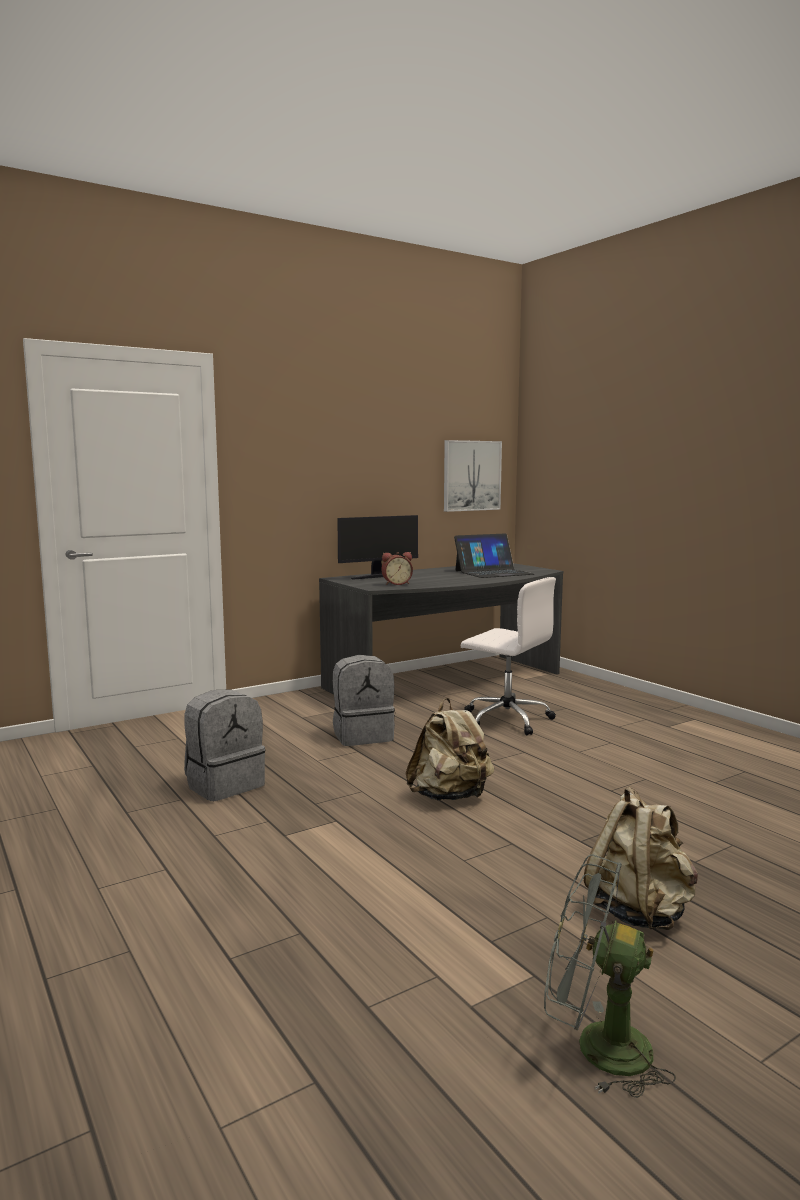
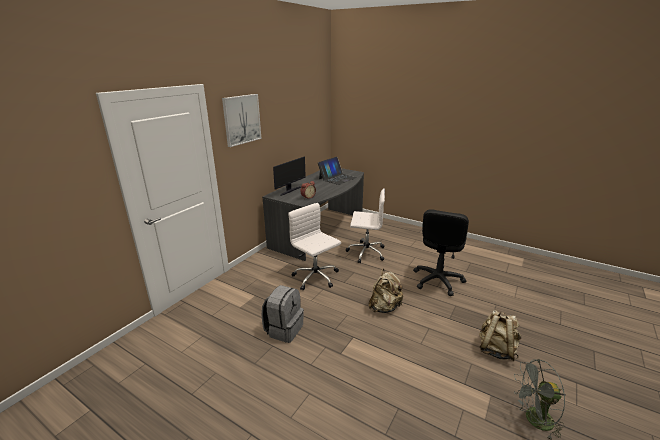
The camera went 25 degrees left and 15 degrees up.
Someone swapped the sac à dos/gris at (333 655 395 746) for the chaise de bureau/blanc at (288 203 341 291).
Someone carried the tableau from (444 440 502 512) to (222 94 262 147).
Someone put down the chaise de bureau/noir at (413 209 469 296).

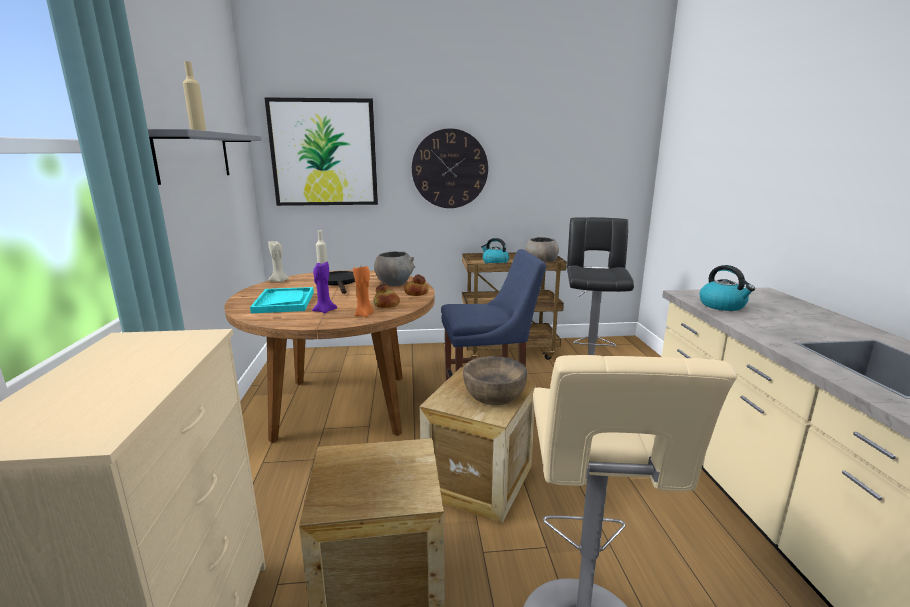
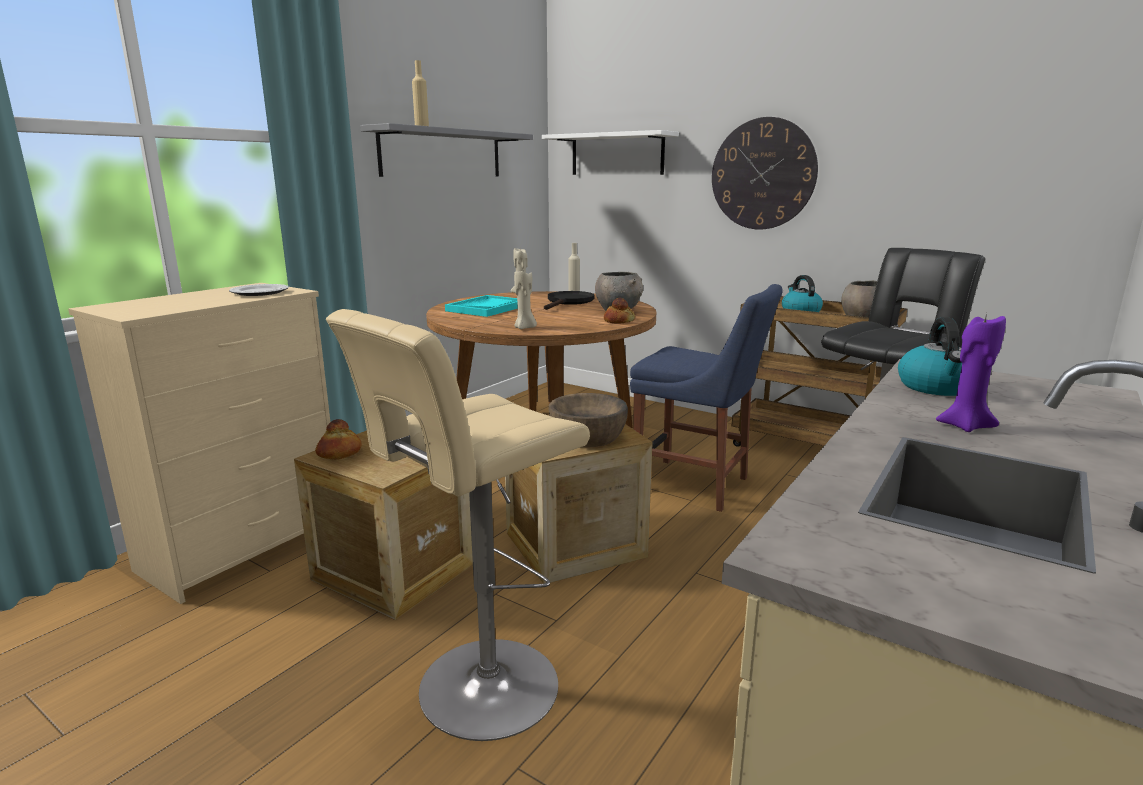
The camera went 40 degrees right and 0 degrees up.
Someone swapped the tableau at (265 97 378 206) for the étagère/blanc at (542 130 679 175).
Someone carried the bougie/violet from (312 262 337 313) to (936 313 1006 432).
Someone repainted the bougie/orange at (353 266 374 317), which became the bougie/beige at (514 271 537 329).
Someone carried the pain from (373 283 400 308) to (315 419 361 459).
Someone put down the assiette at (229 284 289 296).

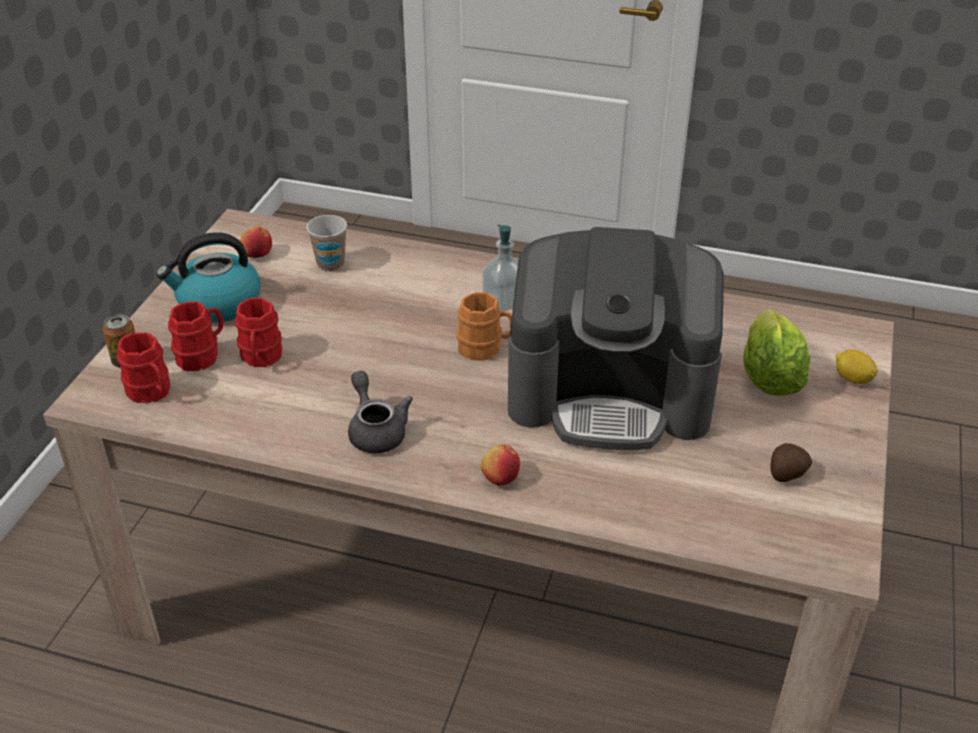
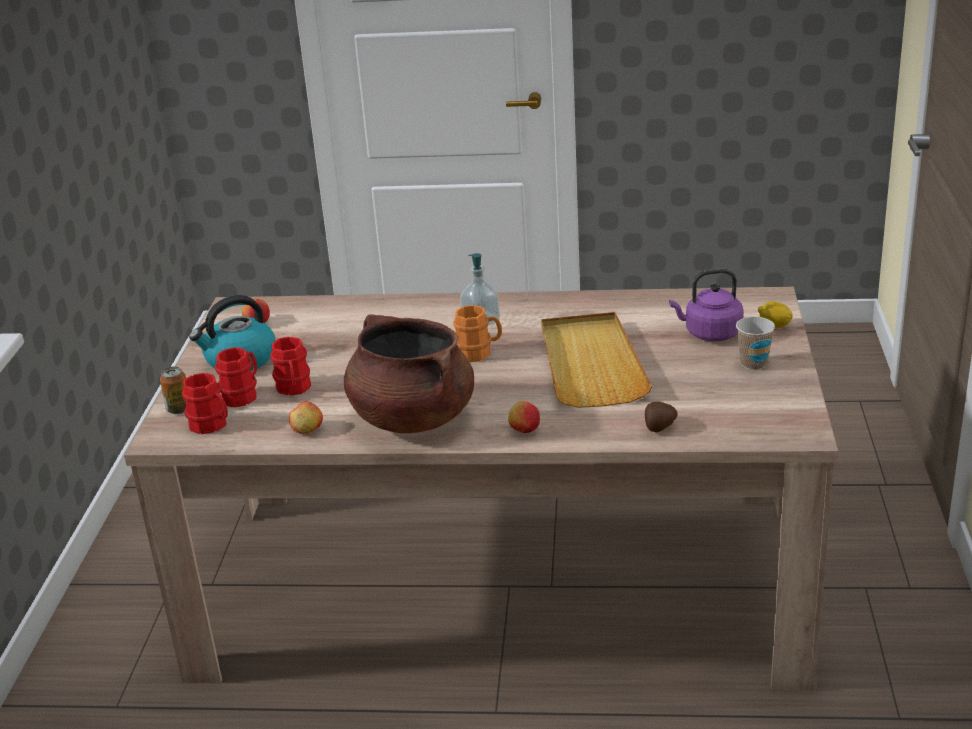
The camera went 10 degrees left and 10 degrees down.
Someone carried the tasse from (306 215 347 272) to (736 317 775 370).
Someone swapped the théière/gris at (348 371 413 453) for the marmite/marron at (344 314 474 433).
Someone swapped the machine à café at (508 227 724 450) for the plateau/beige at (541 312 652 408).
Someone swapped the laitue at (743 309 811 396) for the bouilloire/violet at (669 269 743 341).
Someone carried the pomme de terre from (771 443 812 482) to (645 401 677 433).
Someone put down the pomme at (289 401 323 434).

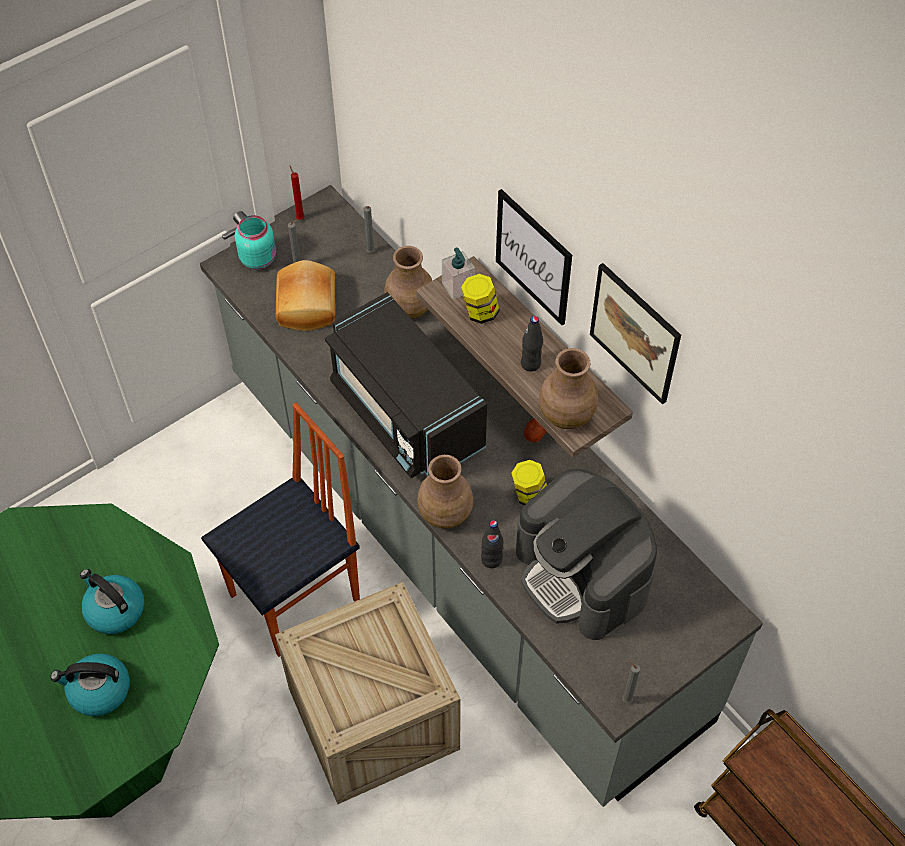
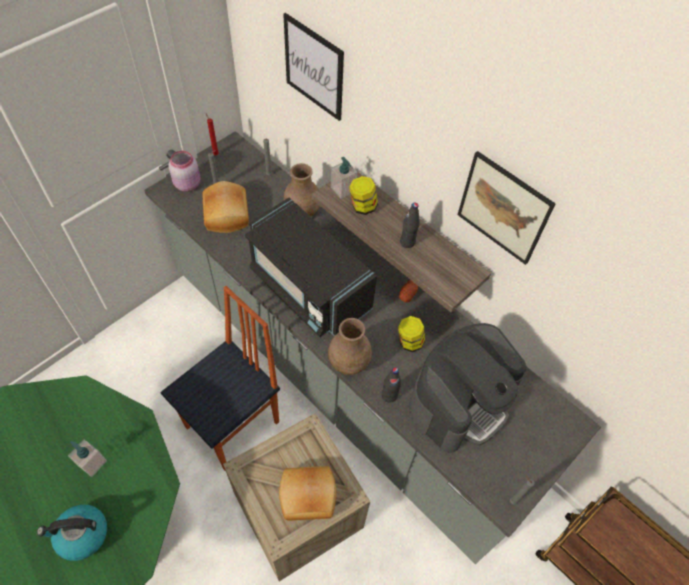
The camera went 10 degrees left and 0 degrees up.
Someone swapped the bouilloire at (80 569 144 634) for the distributeur de savon at (68 439 107 477).
Someone repainted the bocal/turquoise at (235 215 276 270), which became the bocal/rose at (168 151 200 192).
Someone carried the tableau from (496 189 572 325) to (283 13 344 121).
Someone rotated the machine à café at (516 469 657 640) by 90 degrees counterclockwise.
Someone took away the vase/marron at (539 348 598 429).
Someone put down the pain at (279 466 336 521).

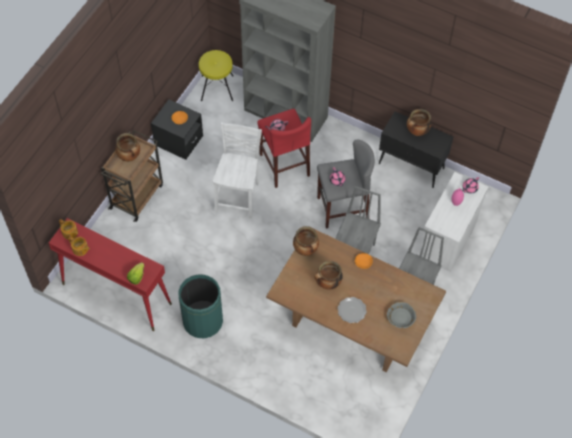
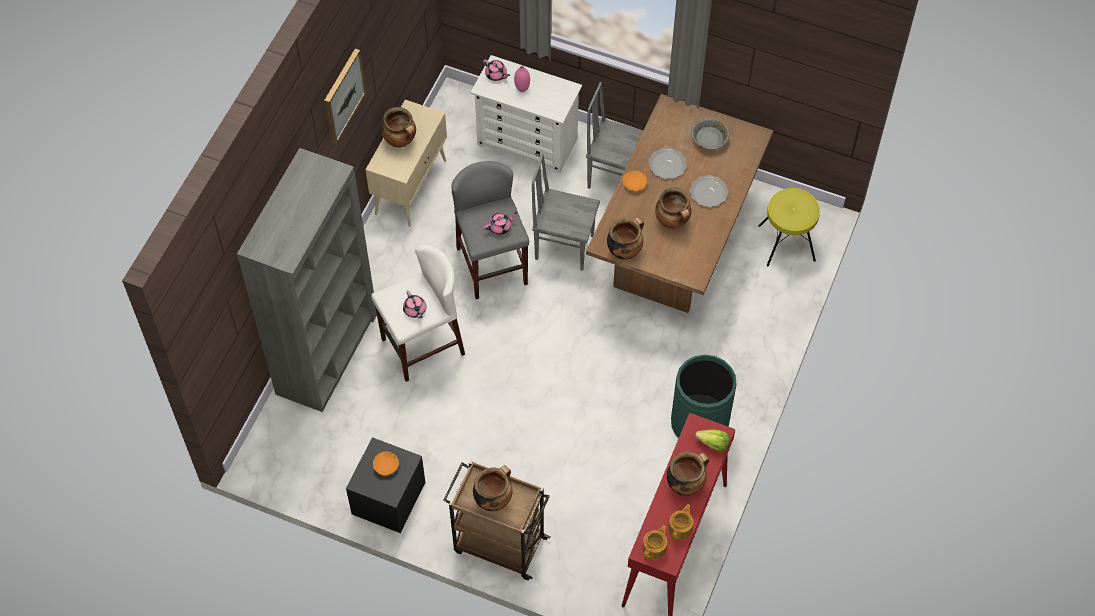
The camera went 95 degrees left and 0 degrees up.
Someone carried the tabouret/jaune from (199 50 233 101) to (758 188 820 266).
Someone took away the chaise/blanc at (213 122 262 219).
Someone repainted the tabouret/rouge at (257 109 311 188), which became the tabouret/blanc at (371 244 465 382).
Someone repainted the meuble de rangement/noir at (379 111 453 188), which became the meuble de rangement/beige at (365 100 447 227).
Someone put up the tableau at (324 49 366 144).
Someone put down the assiette at (649 148 687 179).
Someone put down the marmite at (667 452 709 496).

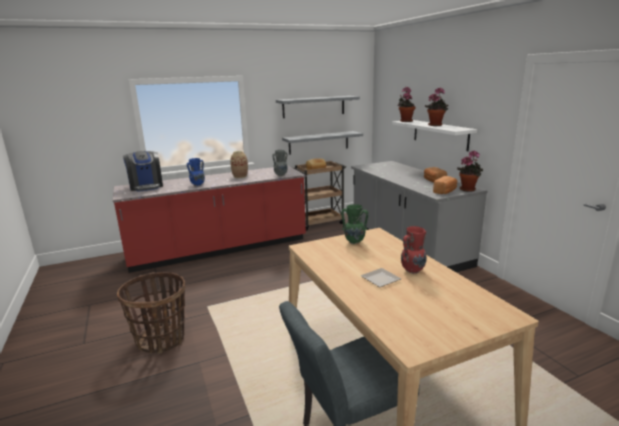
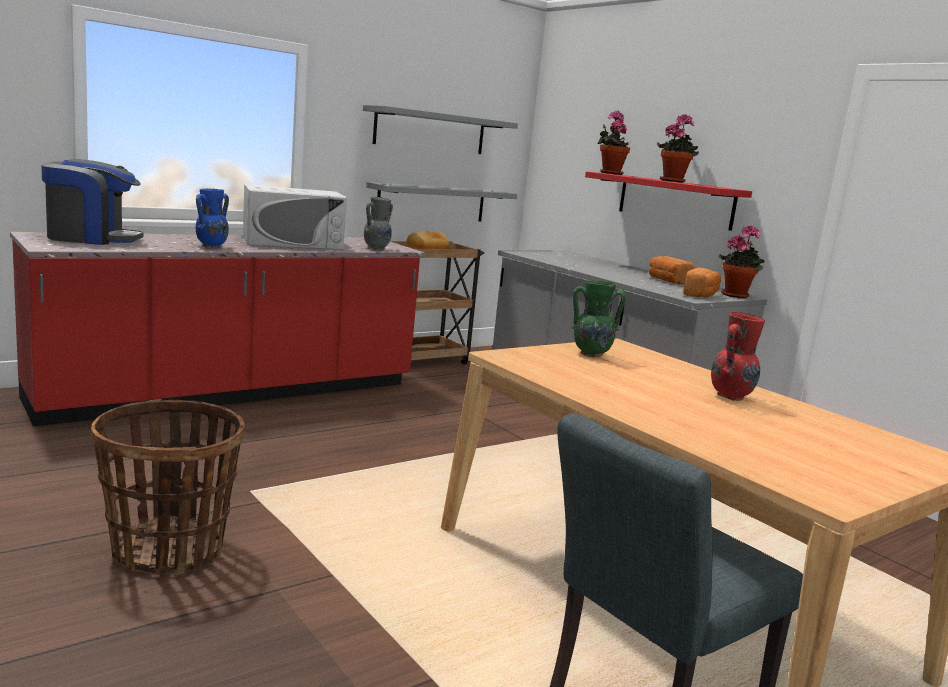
The camera went 15 degrees left and 5 degrees down.
Someone rotated the machine à café at (123 151 163 192) by 60 degrees counterclockwise.
Someone swapped the vase at (230 151 248 178) for the micro-ondes/blanc at (243 184 347 250).
Someone took away the assiette at (361 268 401 287).
Someone repainted the étagère/blanc at (392 120 477 151), which became the étagère/rouge at (585 171 752 231).

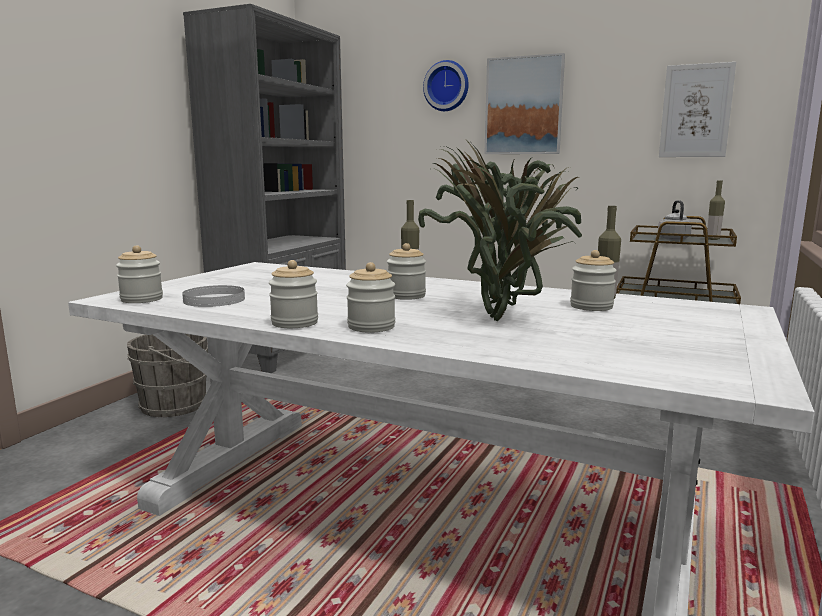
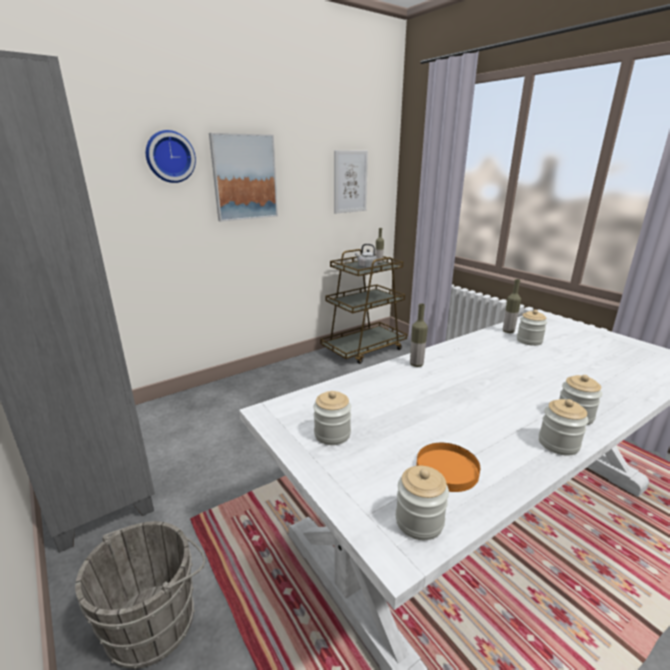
The camera went 60 degrees left and 10 degrees up.
Someone repainted the assiette/blanc at (182 285 245 307), which became the assiette/orange at (416 443 480 492).
Someone carried the bocal from (387 243 426 300) to (313 391 351 445).
Someone took away the plante en pot at (418 141 582 321).

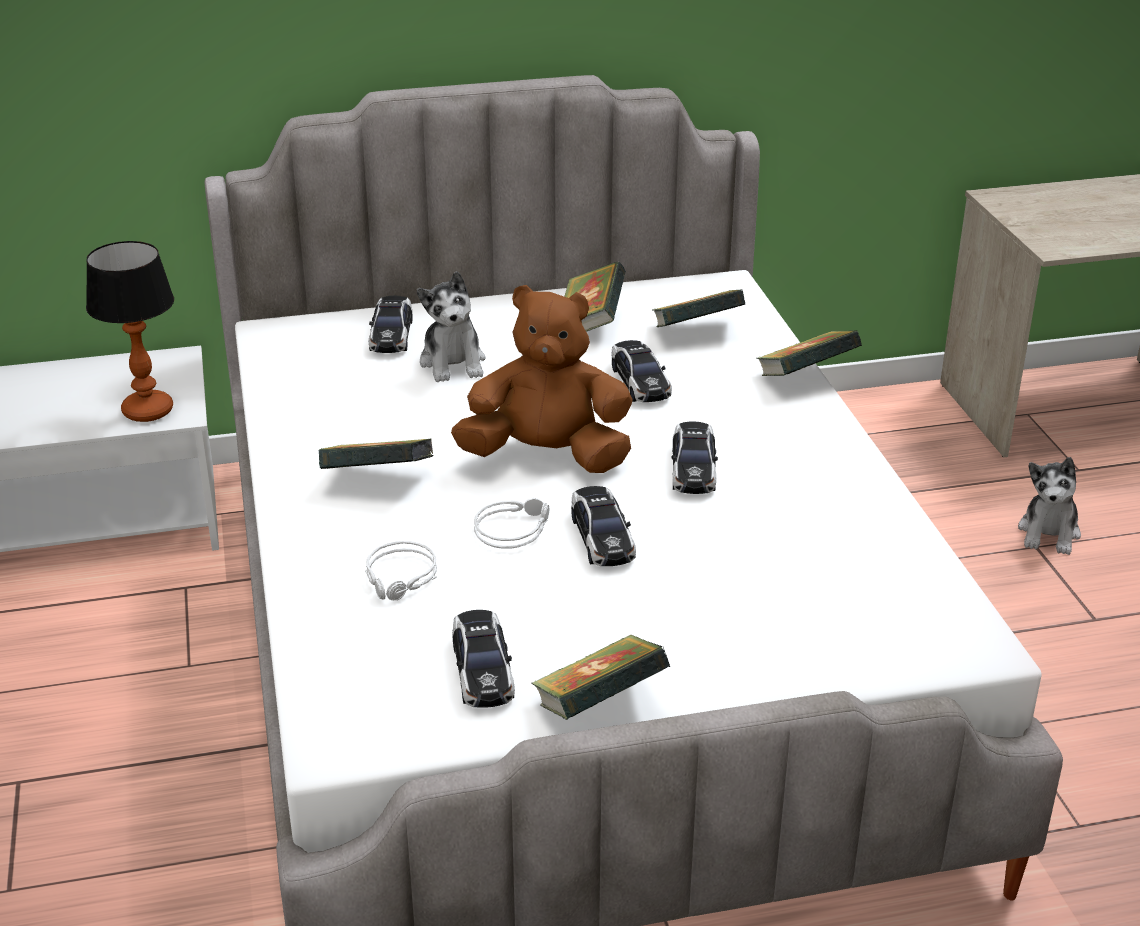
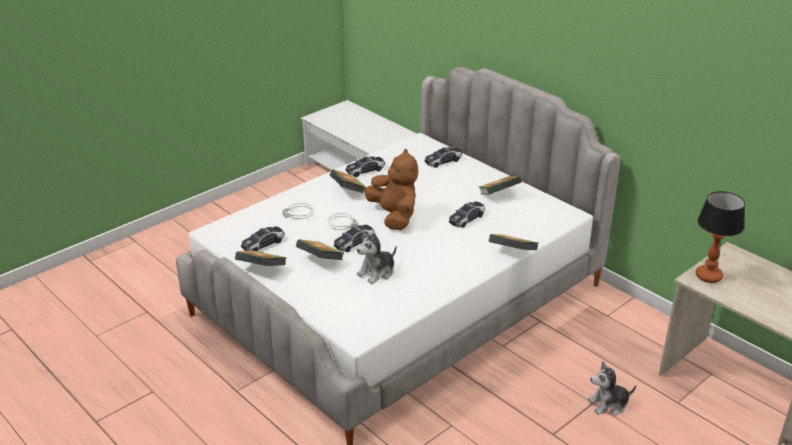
The camera went 60 degrees right and 0 degrees up.
Someone carried the lampe de table from (86 241 174 422) to (696 191 745 283).
Someone carried the peluche from (417 271 486 382) to (357 231 396 284).
Someone carried the livre from (652 290 745 327) to (296 239 344 260).
Someone carried the petite voiture from (671 421 718 494) to (346 156 385 177).

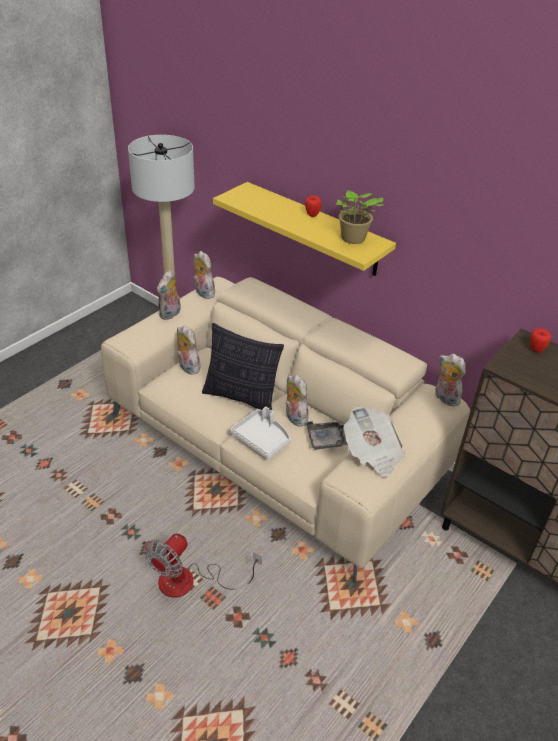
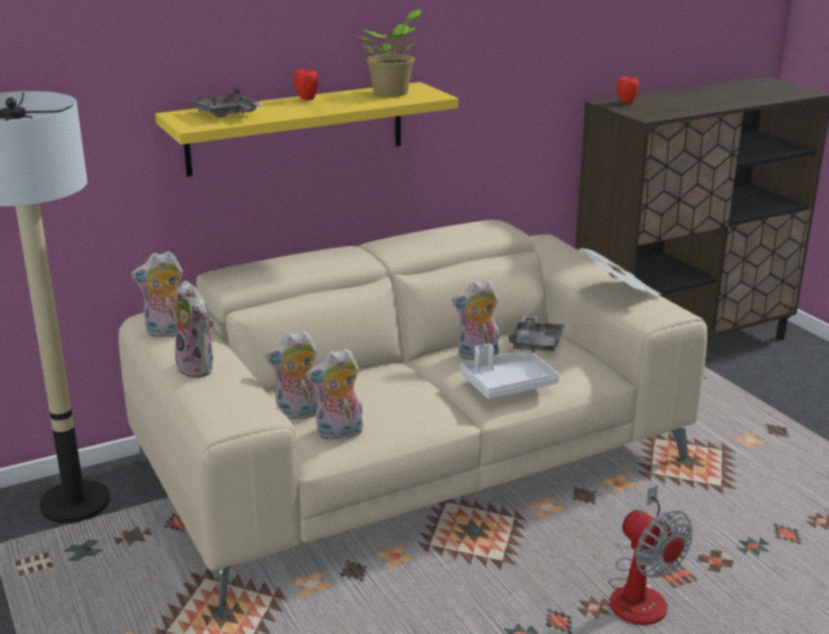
The camera went 65 degrees left and 15 degrees down.
Someone took away the coussin at (202 323 284 411).
Someone carried the peluche from (435 354 466 407) to (306 348 363 440).
Someone put down the plateau/gris at (189 88 262 118).

